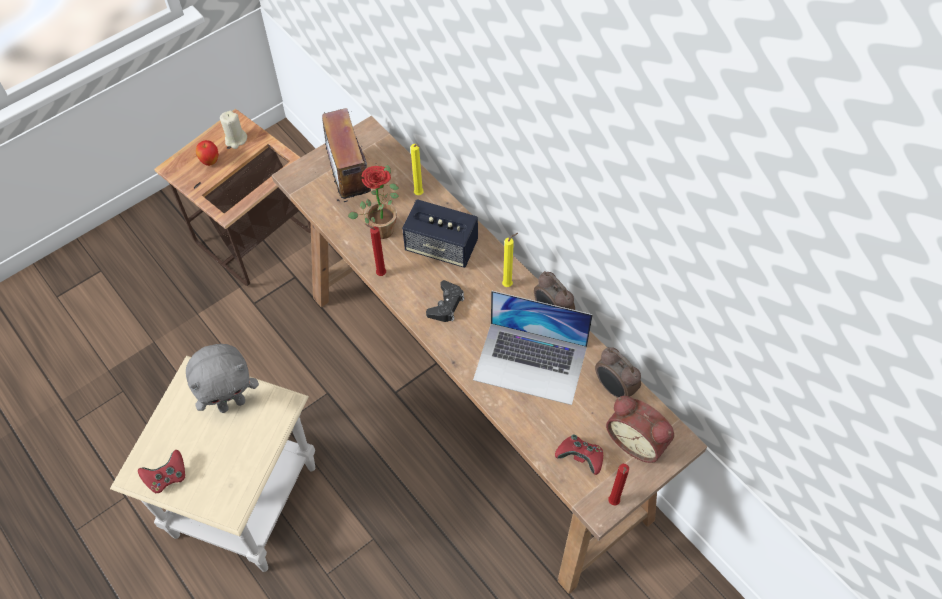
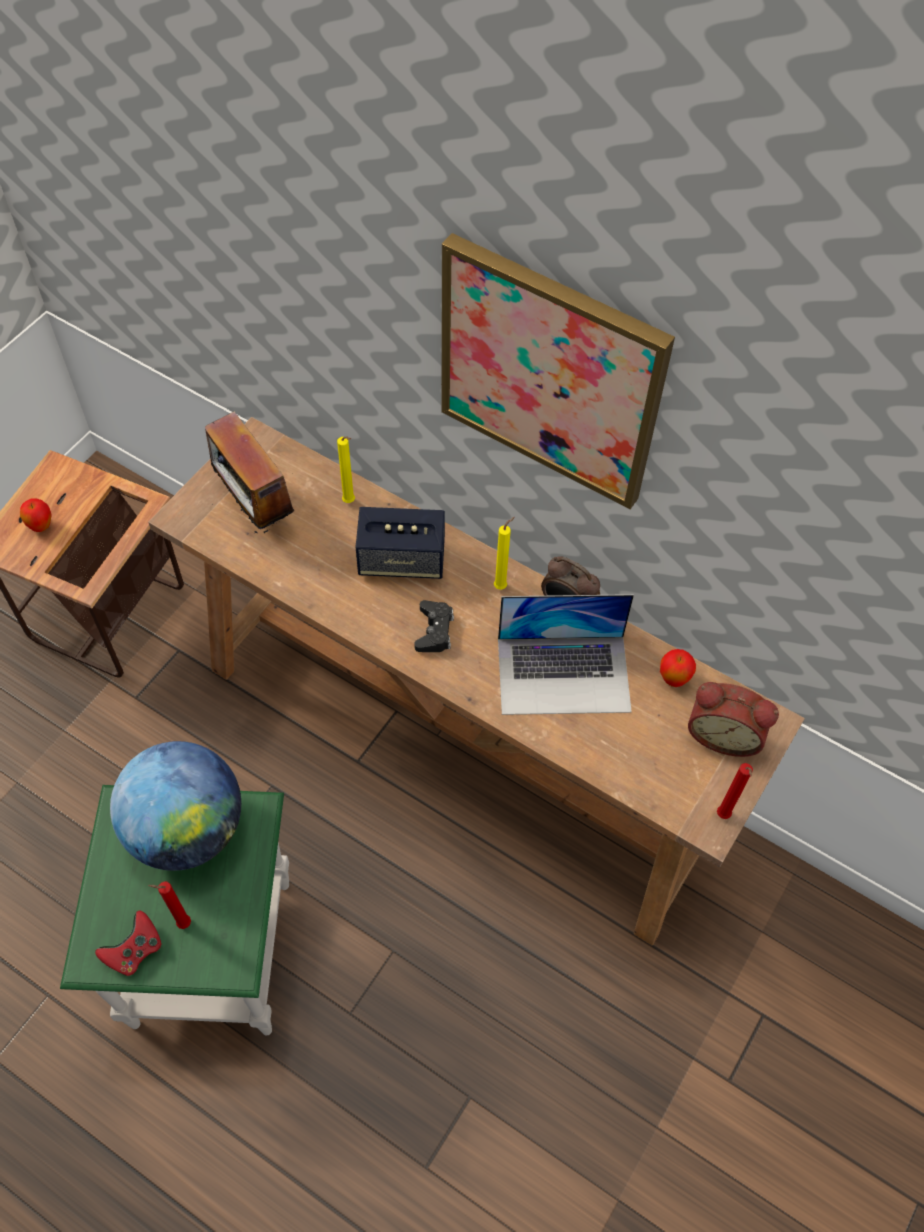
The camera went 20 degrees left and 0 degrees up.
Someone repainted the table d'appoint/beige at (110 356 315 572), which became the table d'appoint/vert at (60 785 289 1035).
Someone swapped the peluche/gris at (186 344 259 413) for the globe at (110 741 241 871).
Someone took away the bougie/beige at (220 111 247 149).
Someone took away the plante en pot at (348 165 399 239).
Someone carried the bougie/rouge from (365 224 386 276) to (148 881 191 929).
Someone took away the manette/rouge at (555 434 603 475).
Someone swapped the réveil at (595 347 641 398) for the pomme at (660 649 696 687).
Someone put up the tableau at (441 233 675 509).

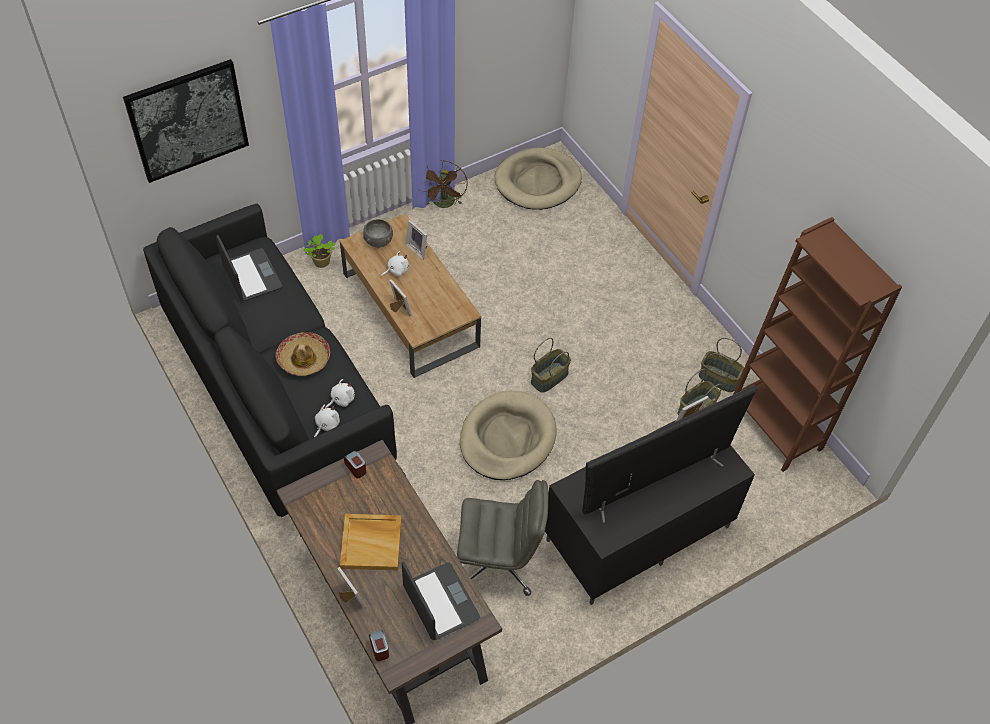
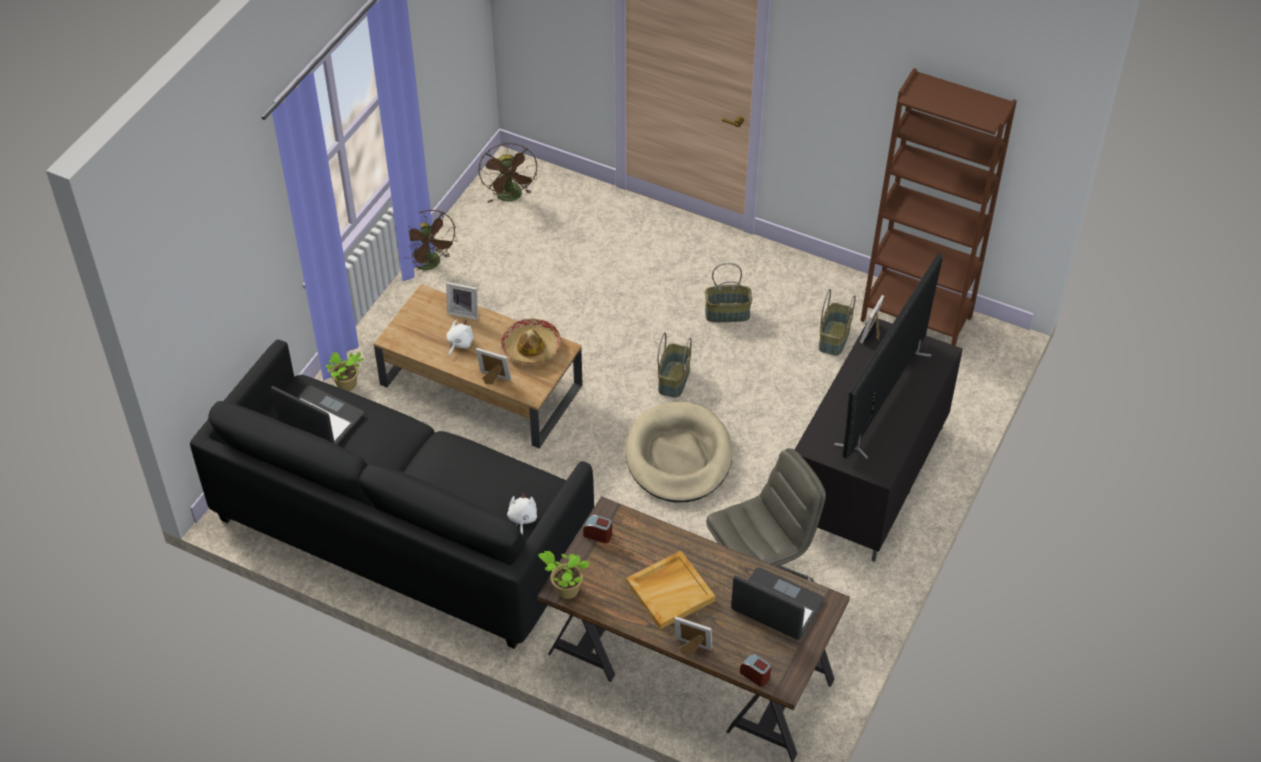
The camera went 30 degrees left and 5 degrees down.
Someone took away the tableau at (123 59 249 183).
Someone carried the chapeau from (275 332 330 376) to (501 319 561 364).
Someone took away the peluche/blanc at (325 379 355 408).
Someone took away the bol/gris at (363 219 393 249).
Someone swapped the panier pour chien/beige at (495 148 582 210) for the ventilateur/marron at (478 143 537 203).
Someone carried the panier from (699 338 744 392) to (705 263 752 322).
Someone put down the plante en pot at (538 551 590 599).

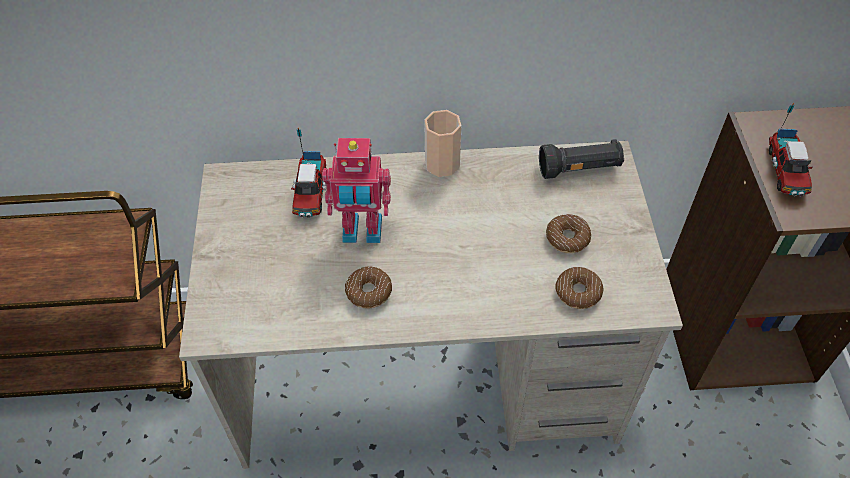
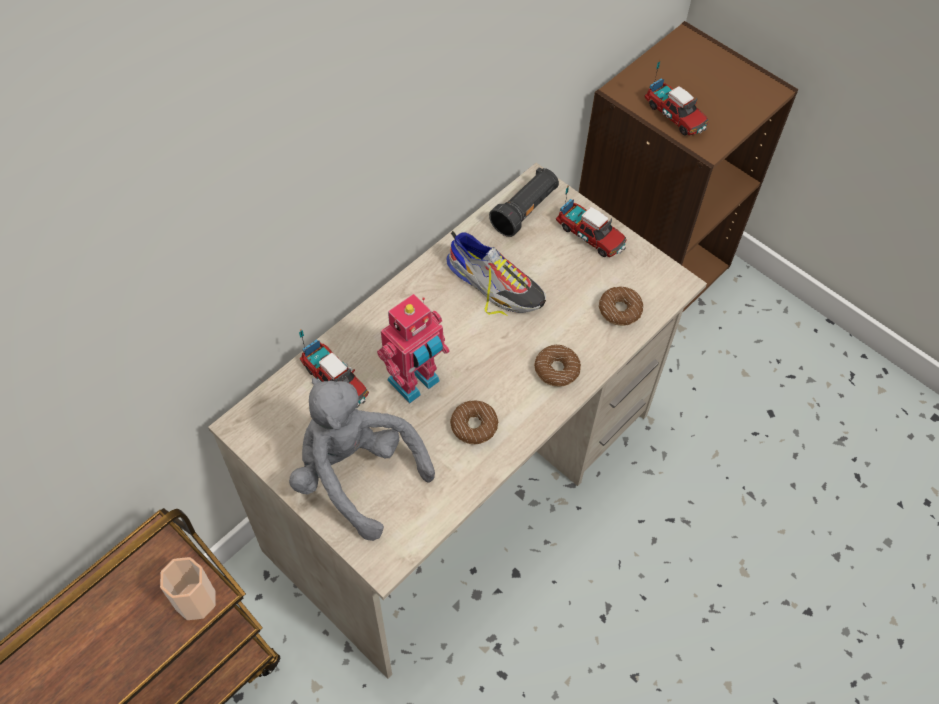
The camera went 45 degrees left and 5 degrees up.
Someone carried the tasse from (424 110 461 177) to (160 557 216 620).
Someone carried the beignet from (546 214 591 253) to (534 345 581 387).
Someone put down the peluche/gris at (289 378 435 541).
Someone put down the chaussure at (446 231 546 316).
Someone put down the camion jouet at (556 185 627 257).

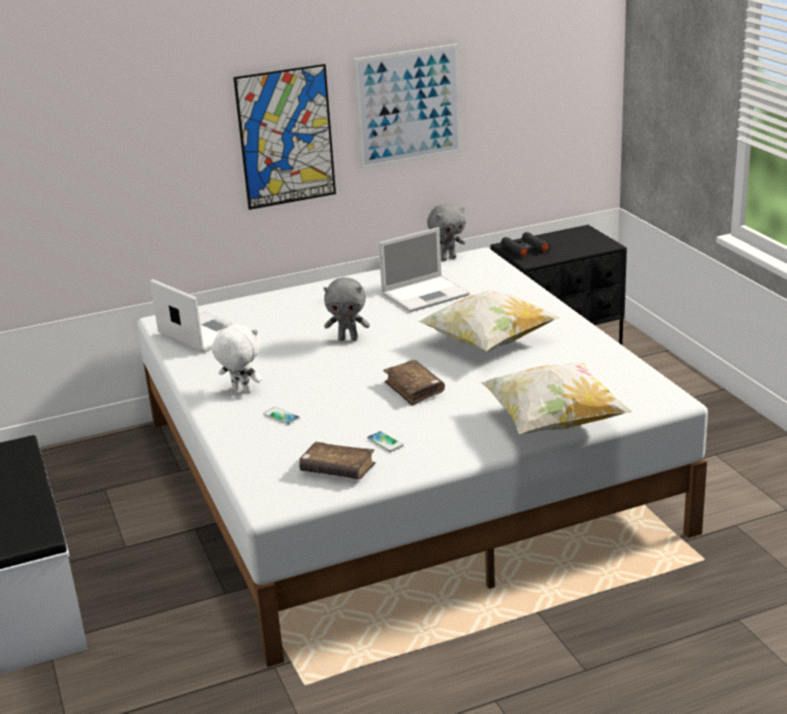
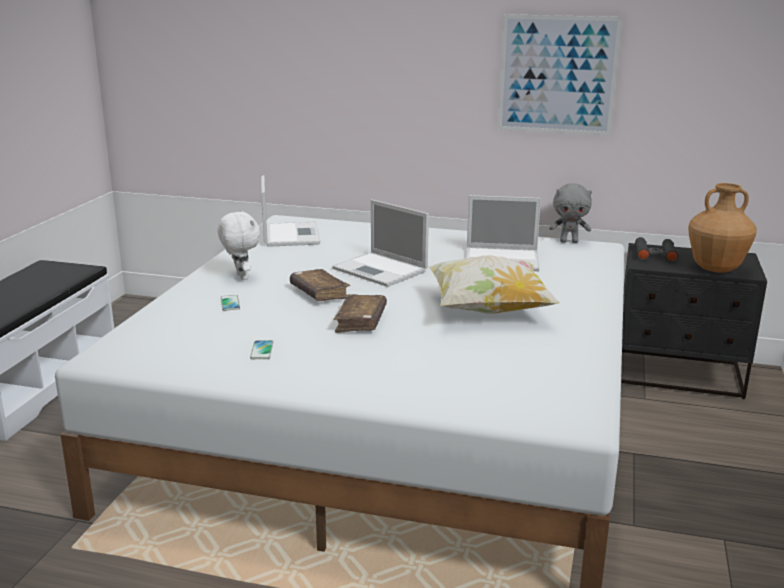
The camera went 35 degrees right and 5 degrees down.
Someone took away the tableau at (233 64 336 210).
Someone carried the livre/marron from (299 442 376 479) to (290 269 350 301).
Someone swapped the peluche/gris at (324 277 370 341) for the ordinateur portable at (332 200 429 287).
Someone took away the coussin at (480 363 632 434).
Someone put down the vase/marron at (688 183 757 273).

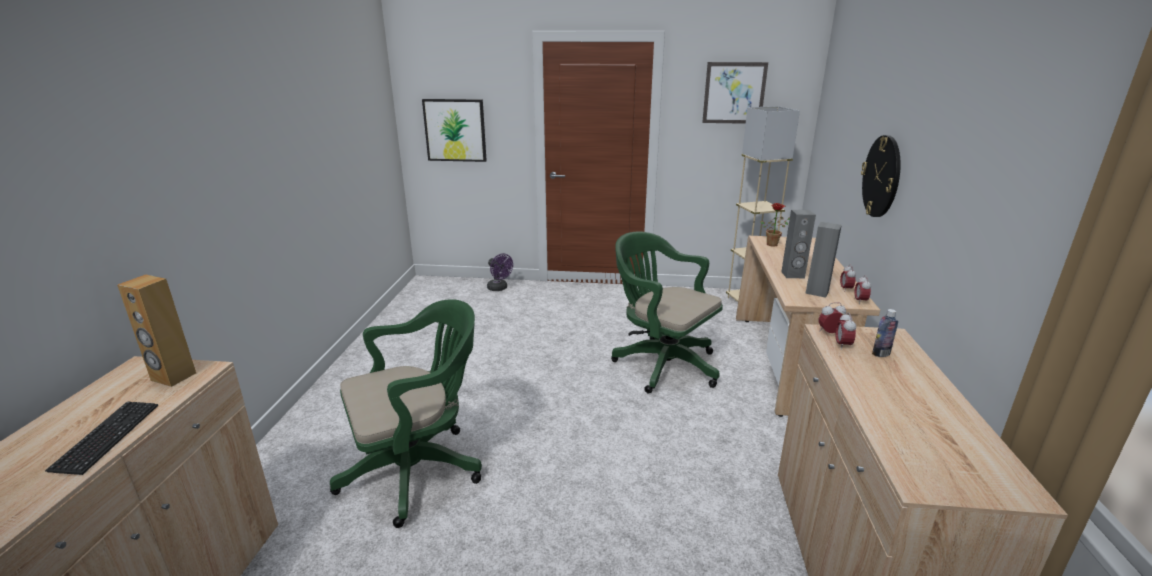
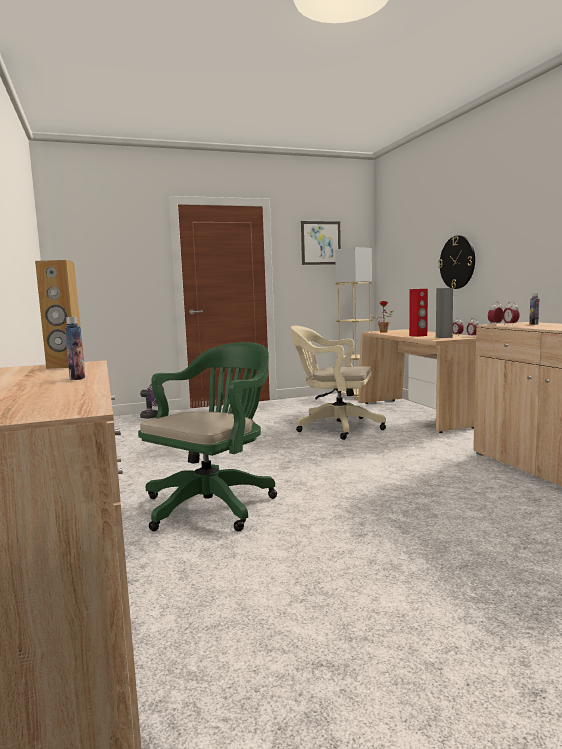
The camera went 25 degrees left and 15 degrees down.
Someone swapped the clavier at (45 402 158 475) for the bouteille at (65 317 85 380).
Someone took away the tableau at (422 99 487 162).
Someone repainted the chaise de bureau/vert at (611 232 723 393), which became the chaise de bureau/beige at (291 326 386 440).
Someone repainted the enceinte/gris at (781 210 816 278), which became the enceinte/rouge at (409 289 428 337).

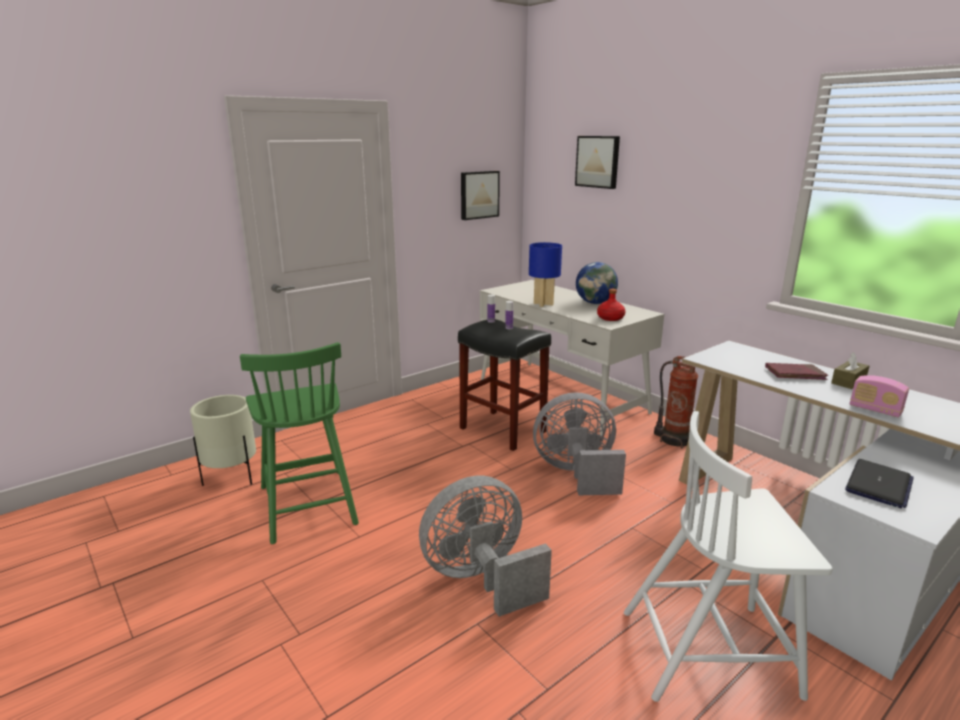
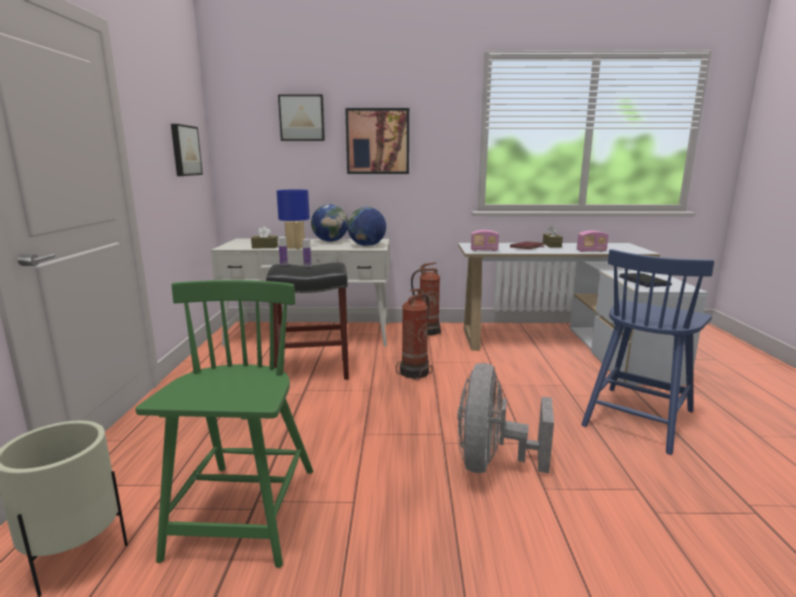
The camera went 50 degrees left and 5 degrees down.
Someone rotated the chaise/vert at (240 342 359 544) by 105 degrees counterclockwise.
Someone swapped the ventilateur/gris at (533 392 626 495) for the extincteur at (396 289 433 380).
Someone swapped the bouteille/rouge at (597 289 625 321) for the globe at (347 207 386 246).
Someone repainted the chaise/blanc at (624 411 833 702), which became the chaise/bleu at (581 249 714 455).
Someone put down the boîte à mouchoirs/marron at (251 227 278 249).
Someone put up the tableau at (345 108 409 174).
Someone put down the radio at (471 230 499 251).

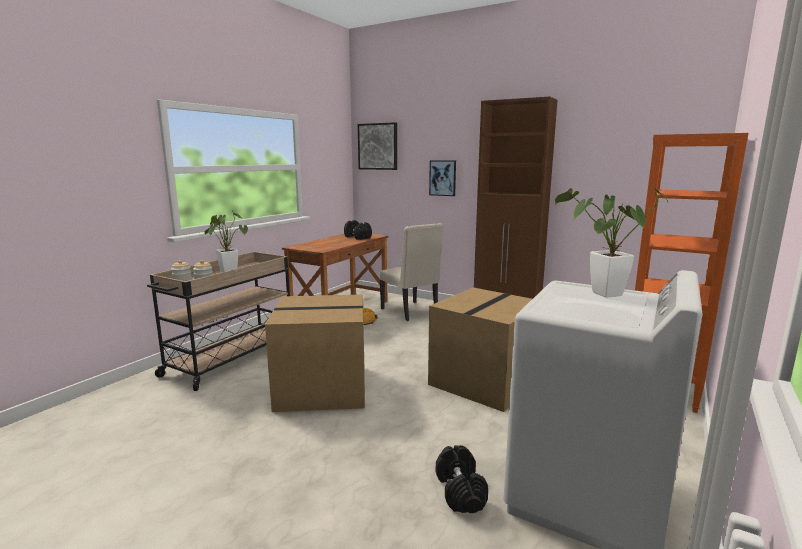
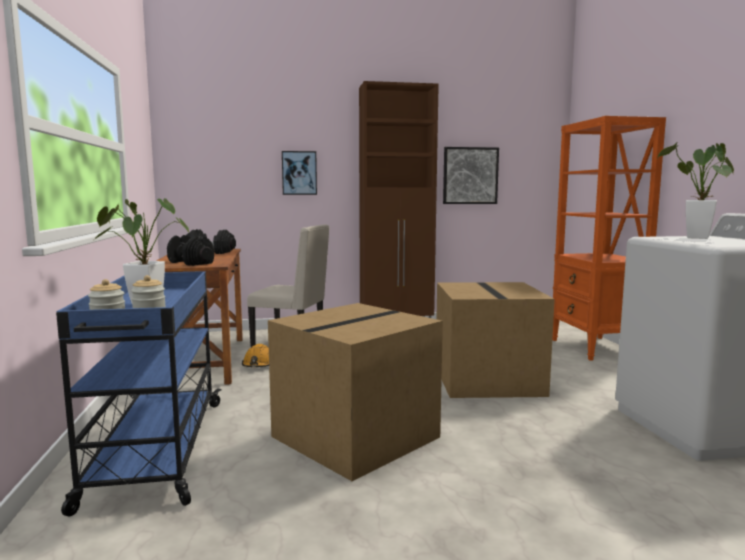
The camera went 40 degrees left and 5 degrees down.
Someone repainted the chariot/beige at (147 252 290 391), which became the chariot/bleu at (56 271 222 517).
Someone carried the tableau from (358 122 397 170) to (443 147 499 204).
Someone carried the haltère/noir from (436 445 488 513) to (167 235 214 266).

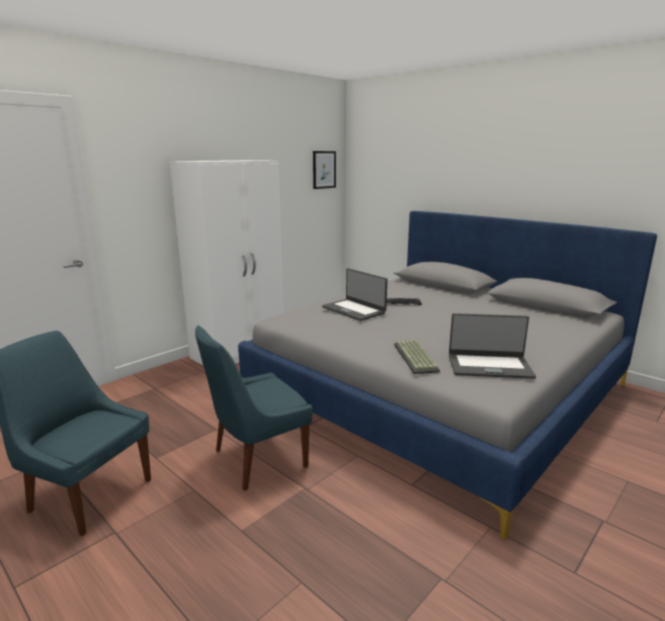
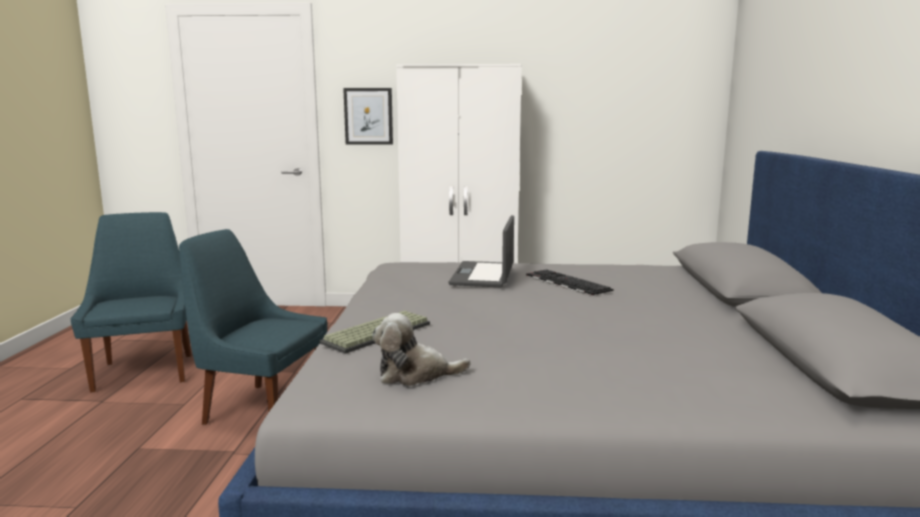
The camera went 50 degrees right and 5 degrees down.
Someone carried the tableau from (313 151 336 189) to (343 88 393 145).
Someone swapped the ordinateur portable at (449 313 536 379) for the peluche at (372 313 470 386).

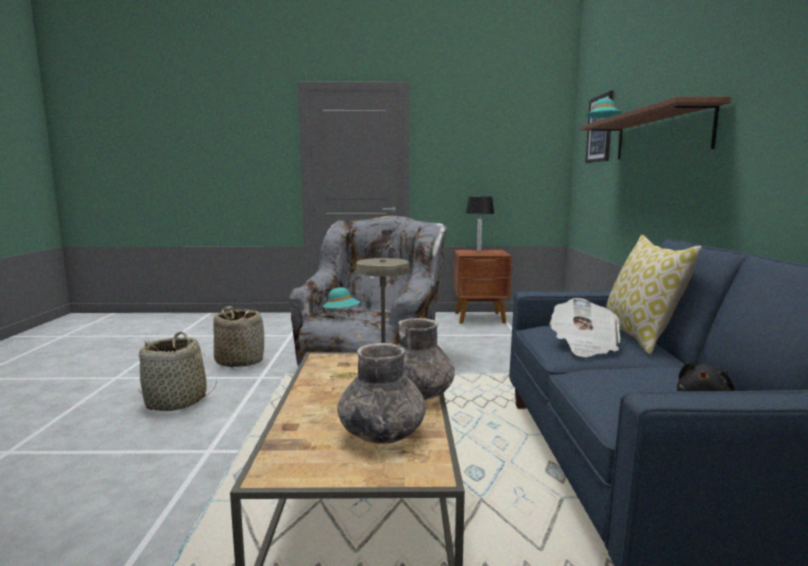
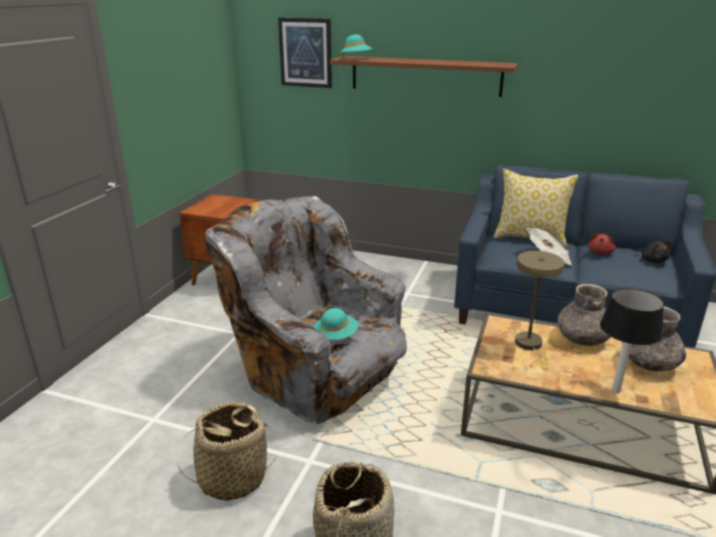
The camera went 70 degrees left and 15 degrees up.
Someone carried the lampe de table from (466 196 495 251) to (600 288 664 393).
Someone put down the peluche/rouge at (588 234 616 255).

